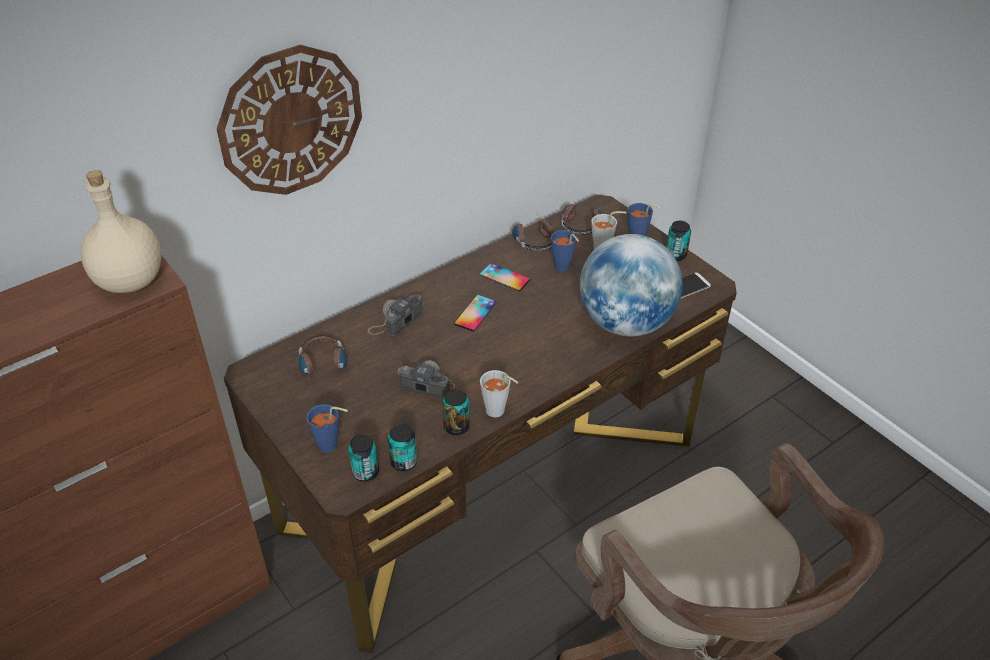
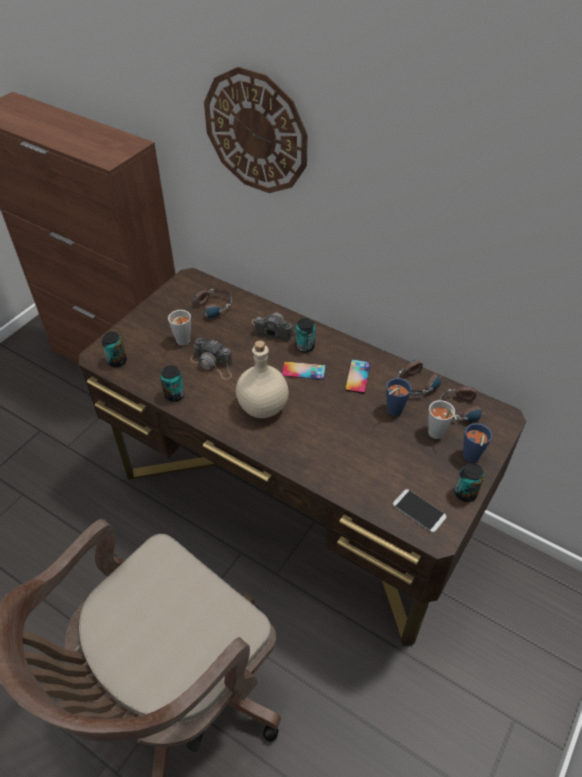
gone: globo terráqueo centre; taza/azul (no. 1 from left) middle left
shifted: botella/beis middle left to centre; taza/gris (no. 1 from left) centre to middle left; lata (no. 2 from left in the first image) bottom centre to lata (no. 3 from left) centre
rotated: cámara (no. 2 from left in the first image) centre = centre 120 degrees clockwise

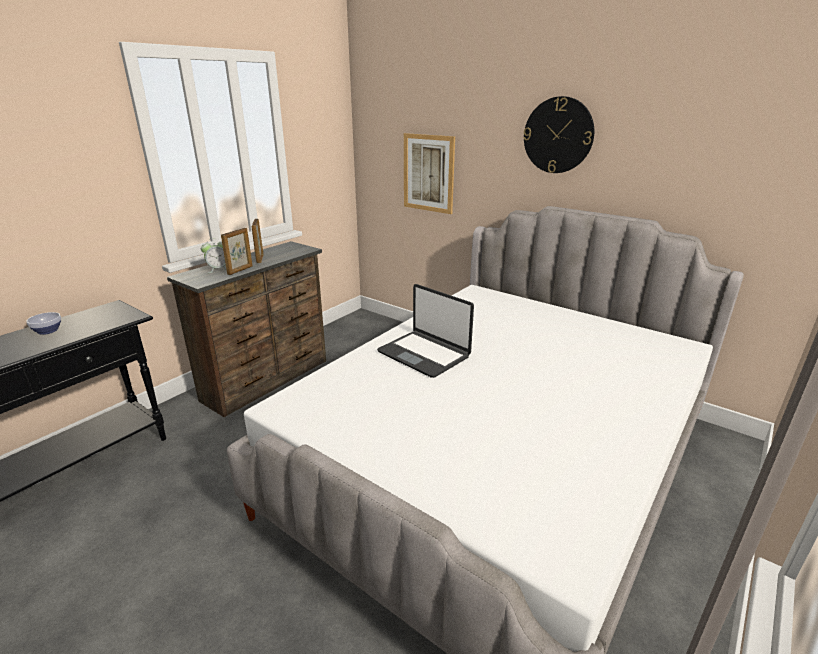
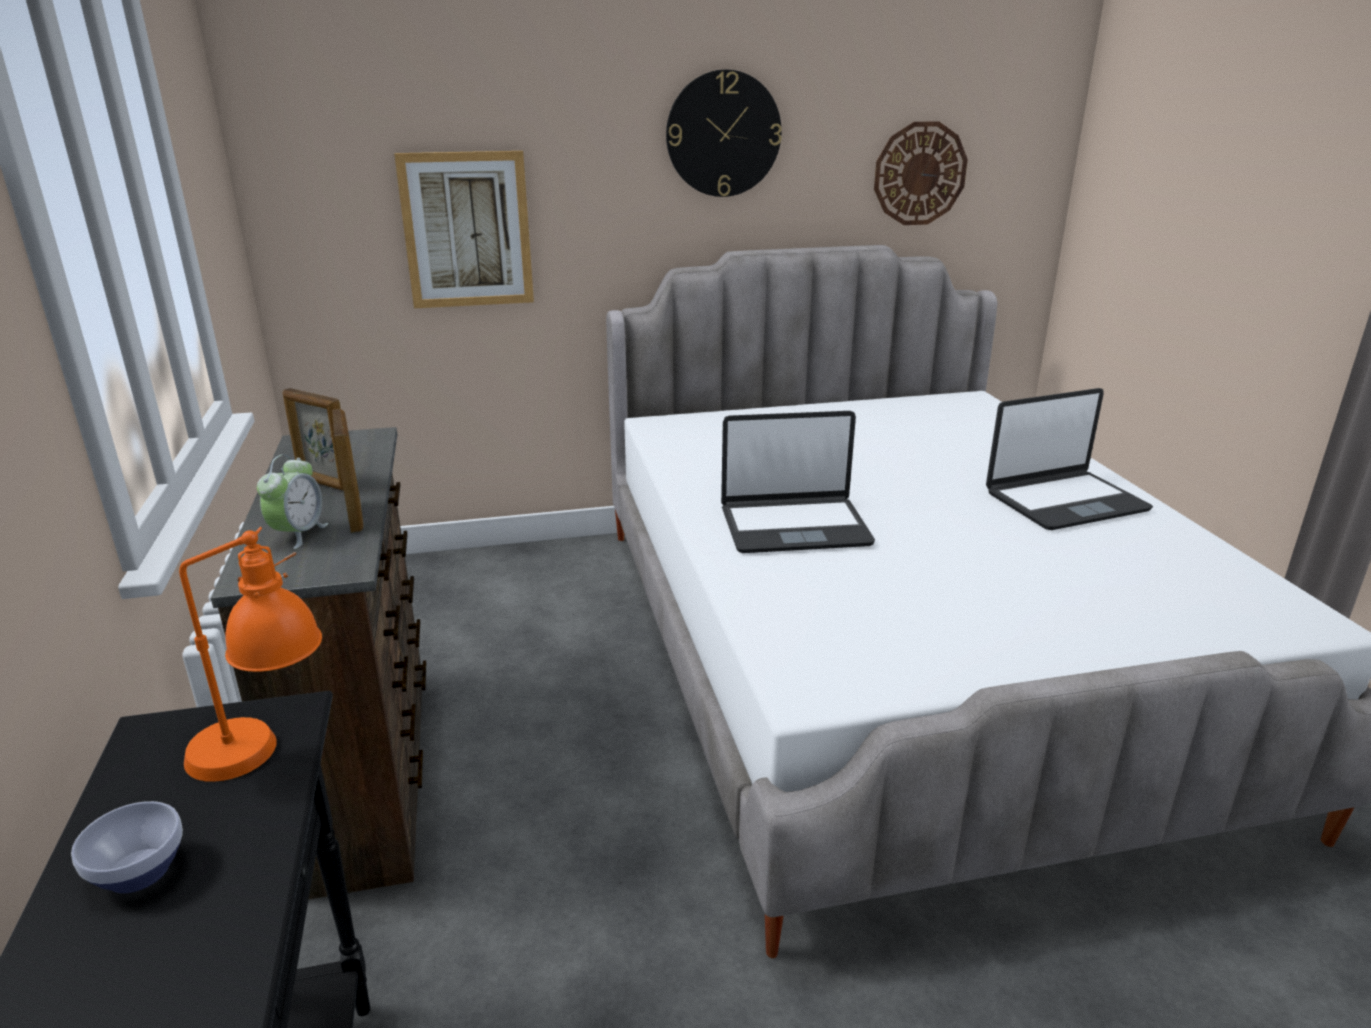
new: reloj de pared (no. 2 from left) top right; portátil (no. 2 from left) middle right; lámpara de mesa/naranja middle left

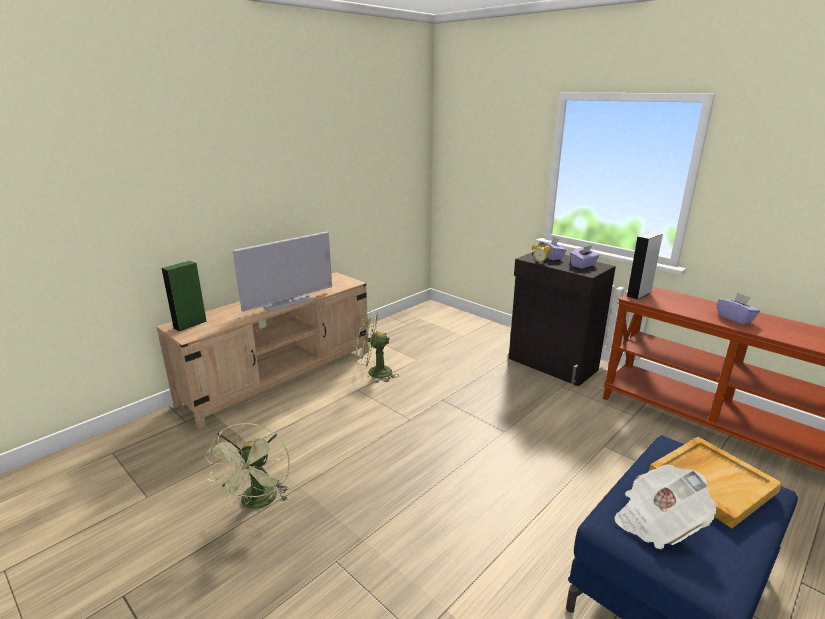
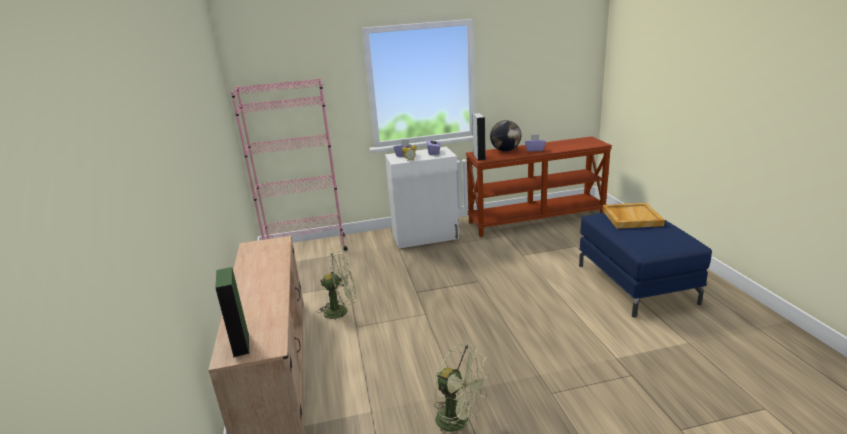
gone: televisor centre; periódico bottom right
new: estantería/rosa centre; globo terráqueo top centre
repainted: armario/negro middle right to armario/blanco centre
rotated: ventilador/verde (no. 2 from left in the first image) centre = centre 135 degrees counterclockwise

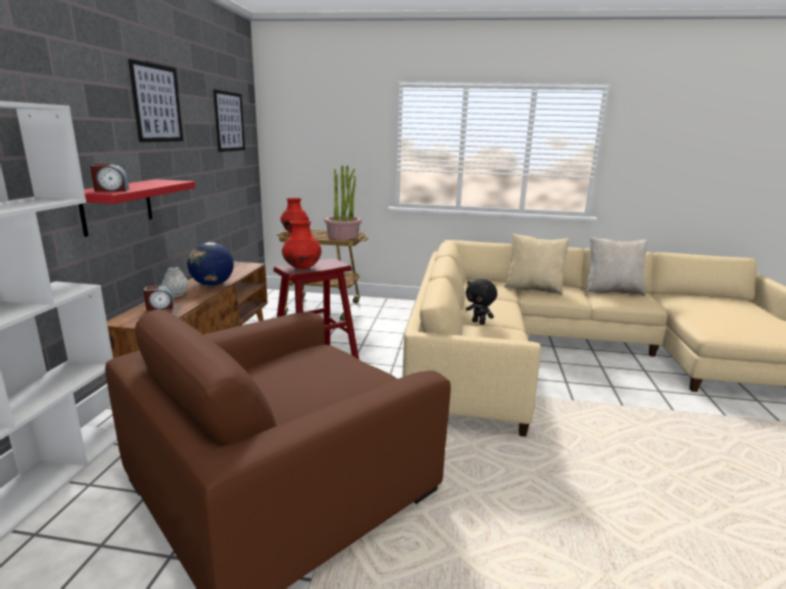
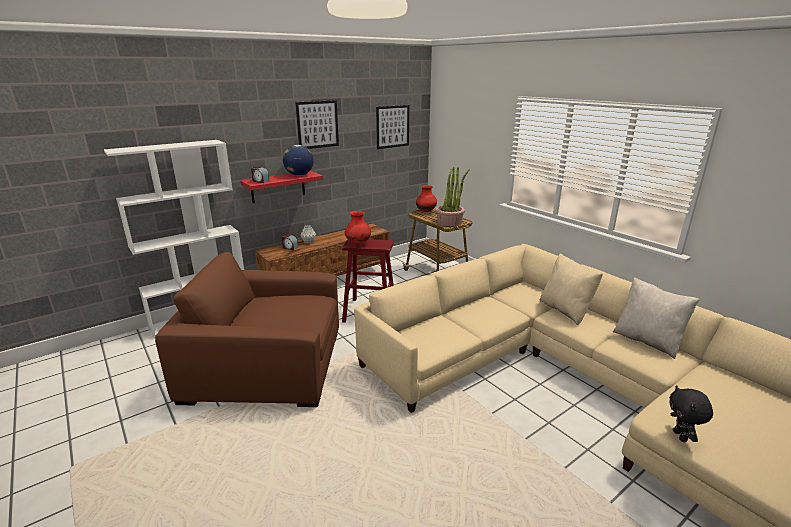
shifted: globo terráqueo middle left to top centre; peluche/negro centre to bottom right

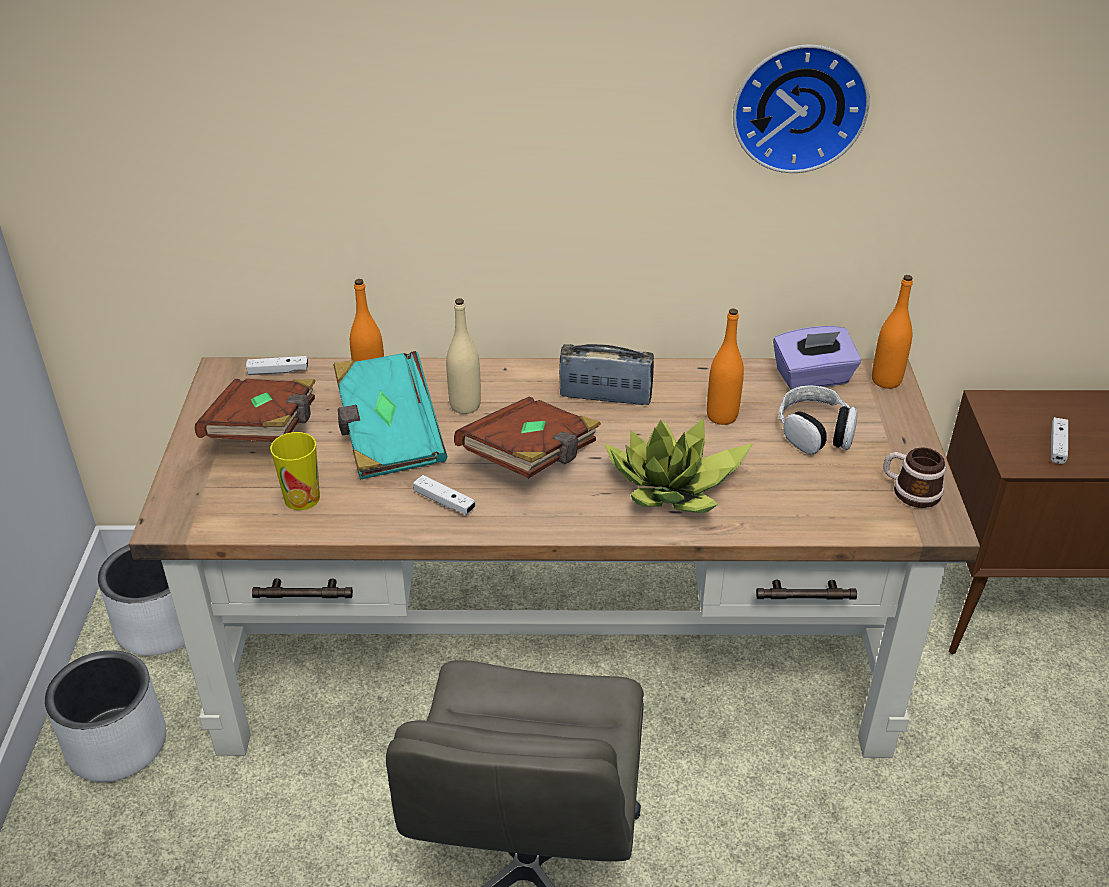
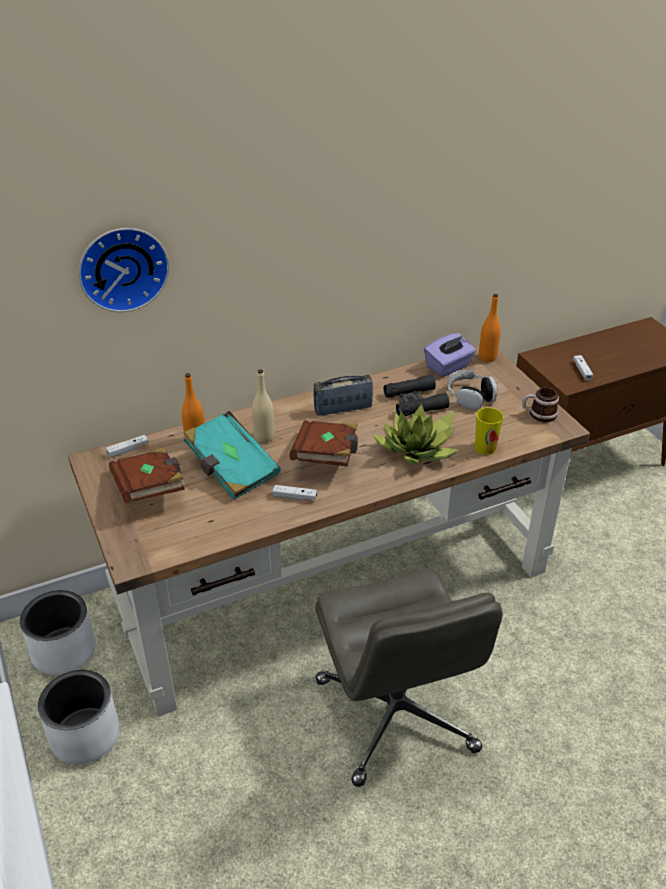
shifted: reloj de pared top right to top left; taza middle left to middle right
swapped: botella/naranja (no. 2 from left) centre to prismáticos/negro centre

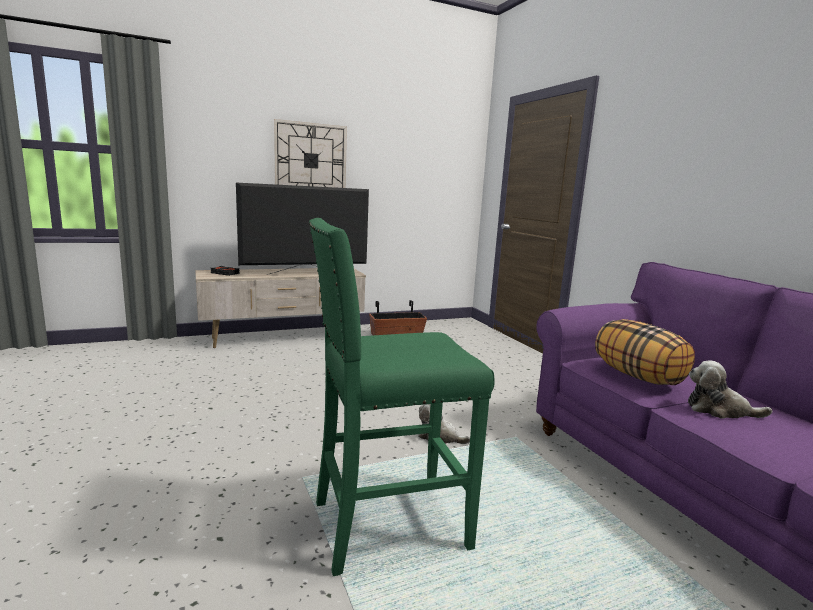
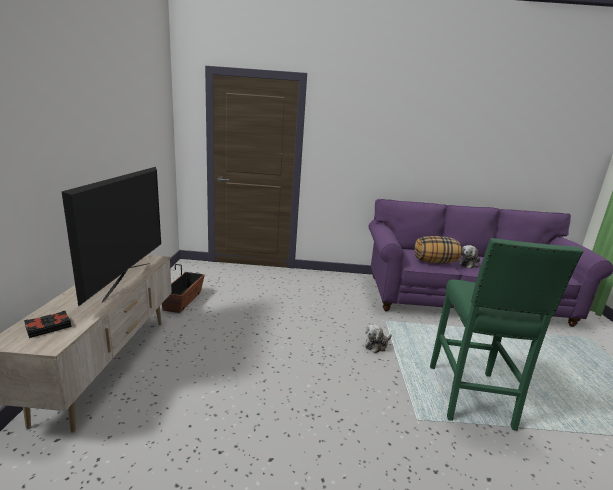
gone: reloj de pared top centre

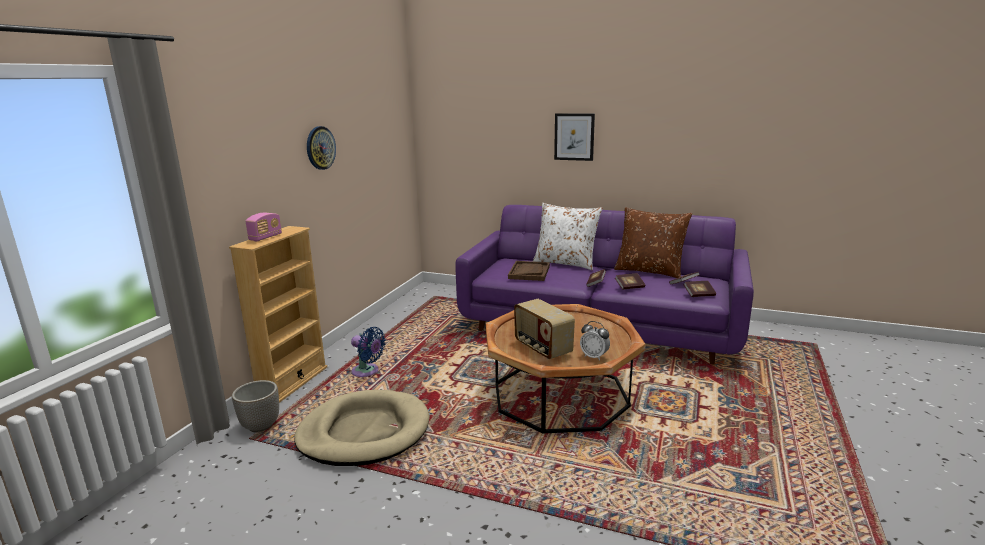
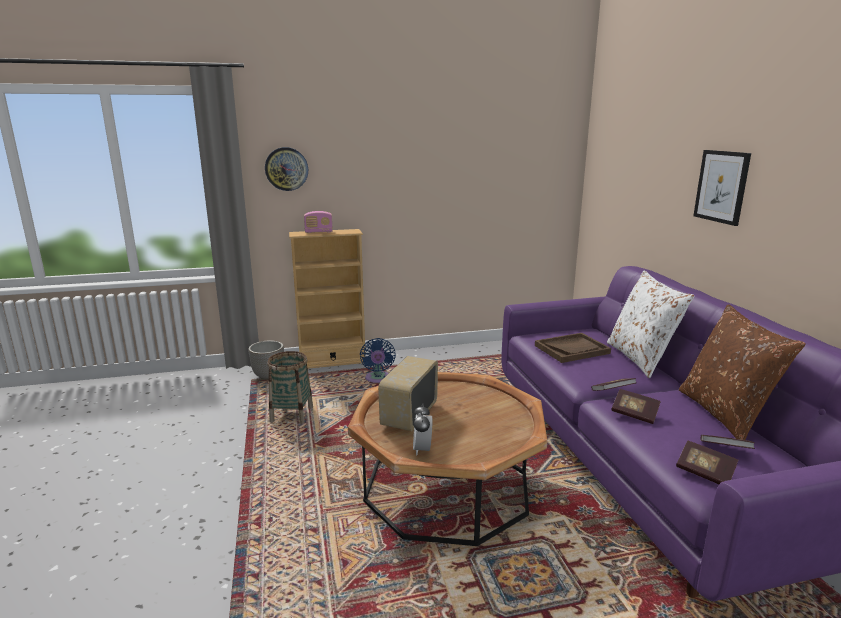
shifted: reloj de pared top left to top centre
swapped: cama para perro/beis bottom centre to cesta centre

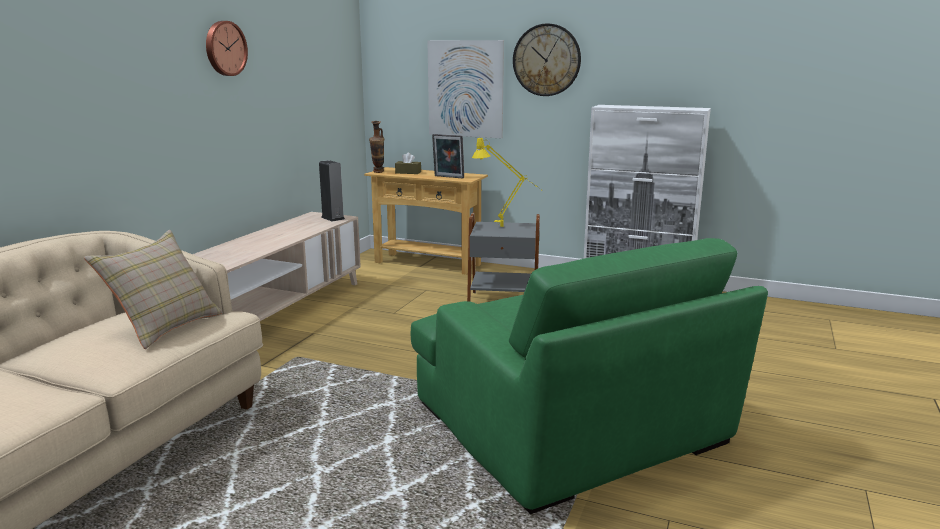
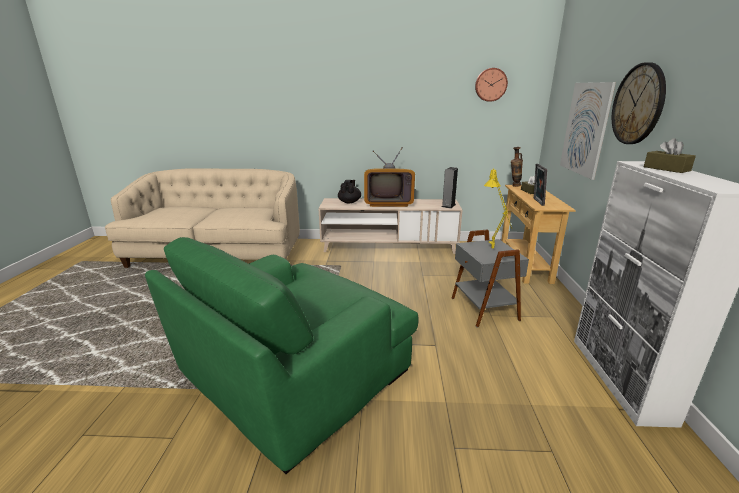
gone: cojín/beis middle left
new: caja de pañuelos/marrón (no. 2 from left) top right; televisor centre; tetera/negro centre
shifted: reloj de pared (no. 1 from left) top left to top centre

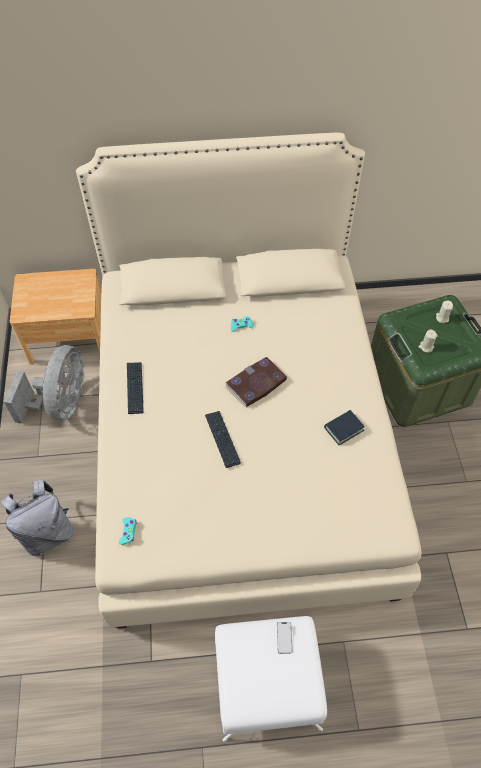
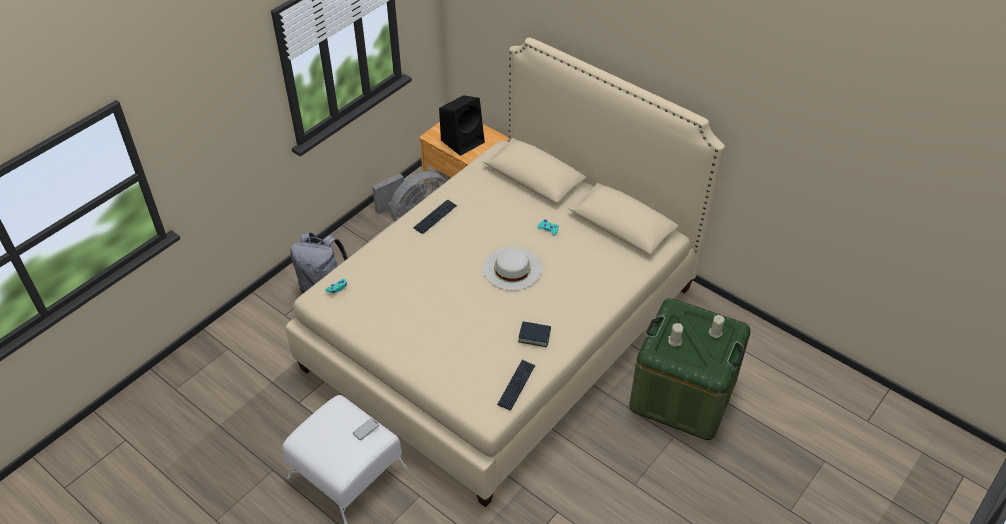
new: altavoz/negro top centre
shifted: teclado (no. 2 from left) centre to bottom centre
swapped: libro (no. 1 from left) centre to sombrero/blanco centre

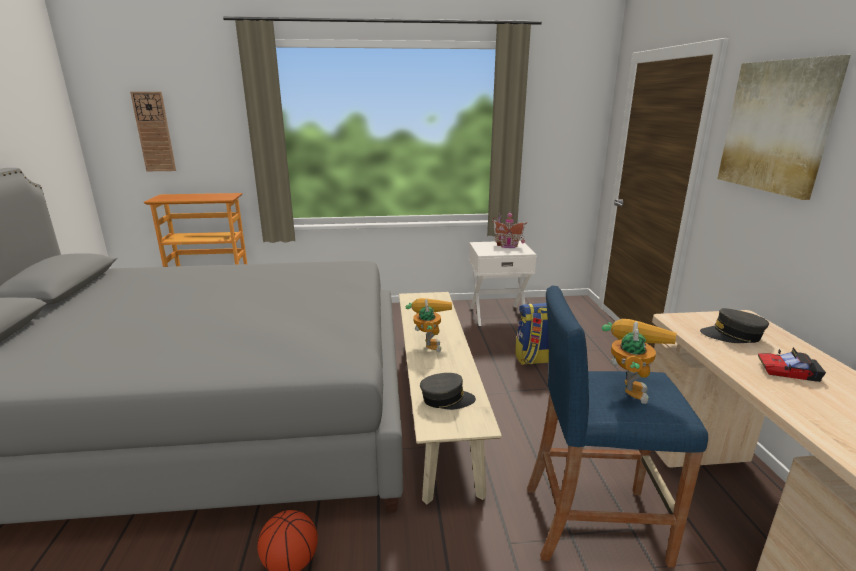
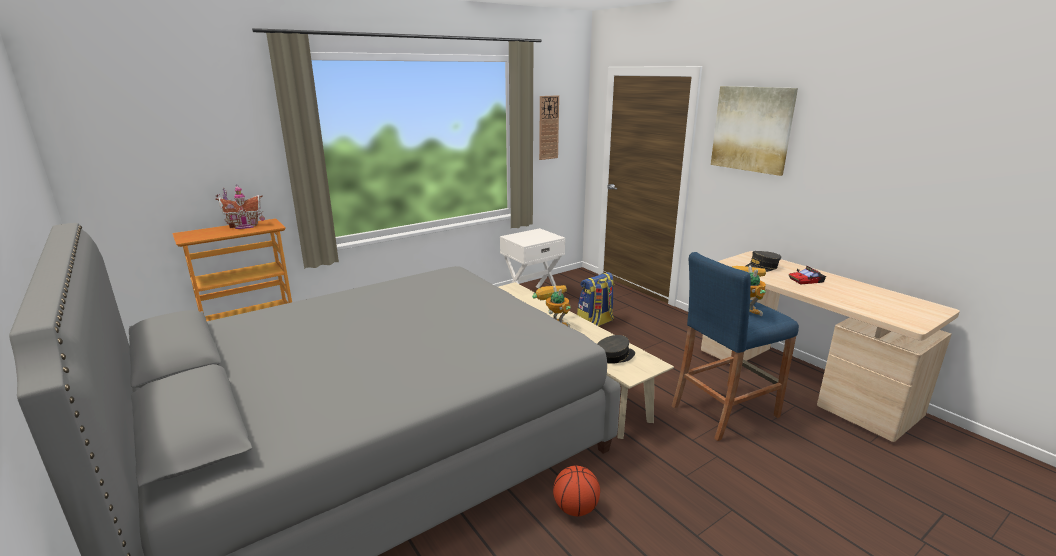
shifted: reloj de pared top left to top centre; casita centre to middle left

